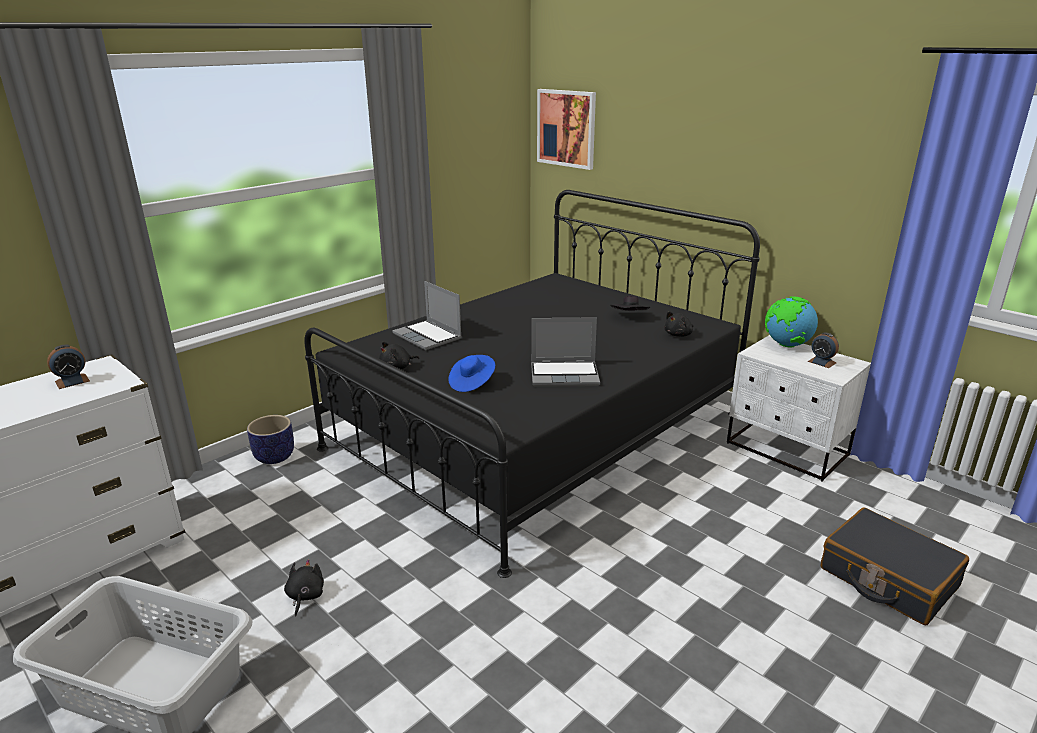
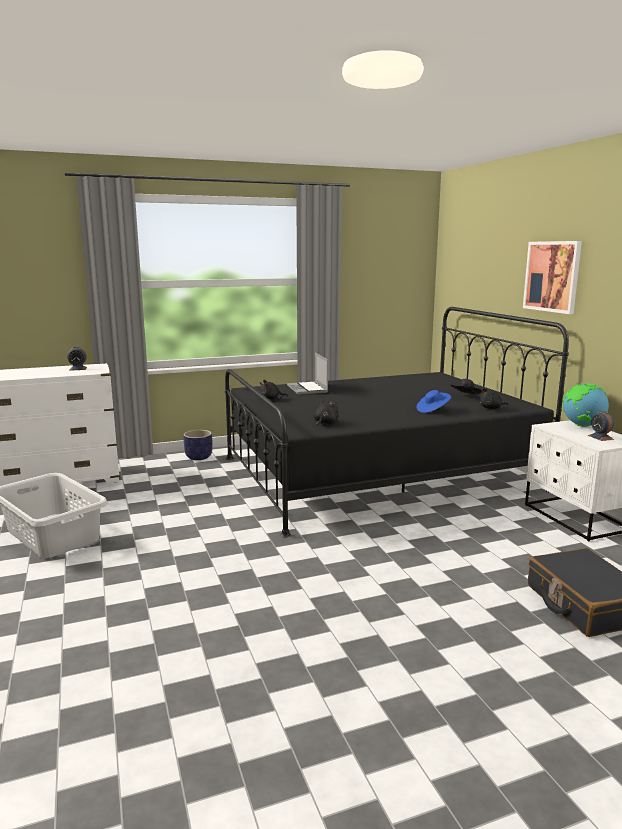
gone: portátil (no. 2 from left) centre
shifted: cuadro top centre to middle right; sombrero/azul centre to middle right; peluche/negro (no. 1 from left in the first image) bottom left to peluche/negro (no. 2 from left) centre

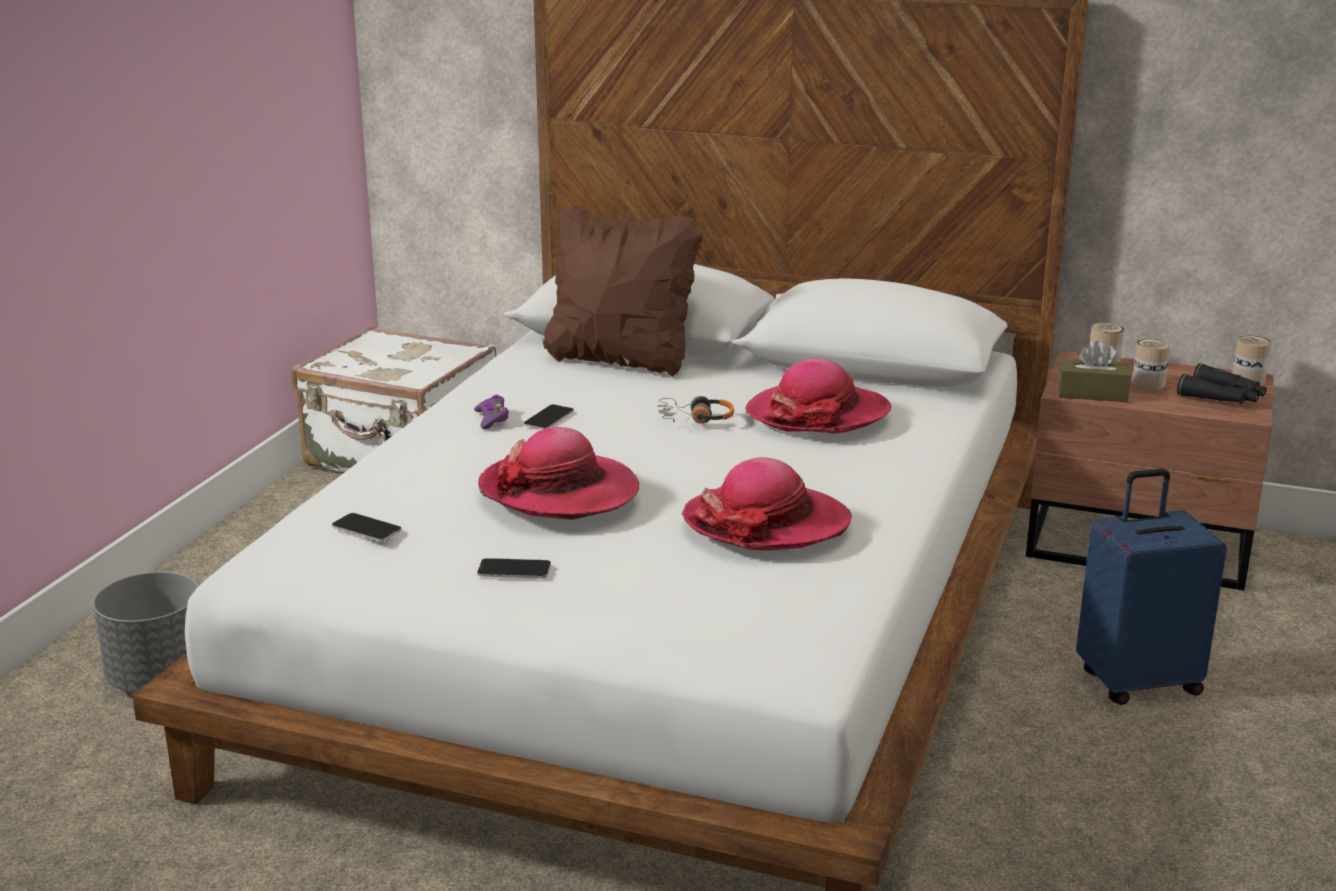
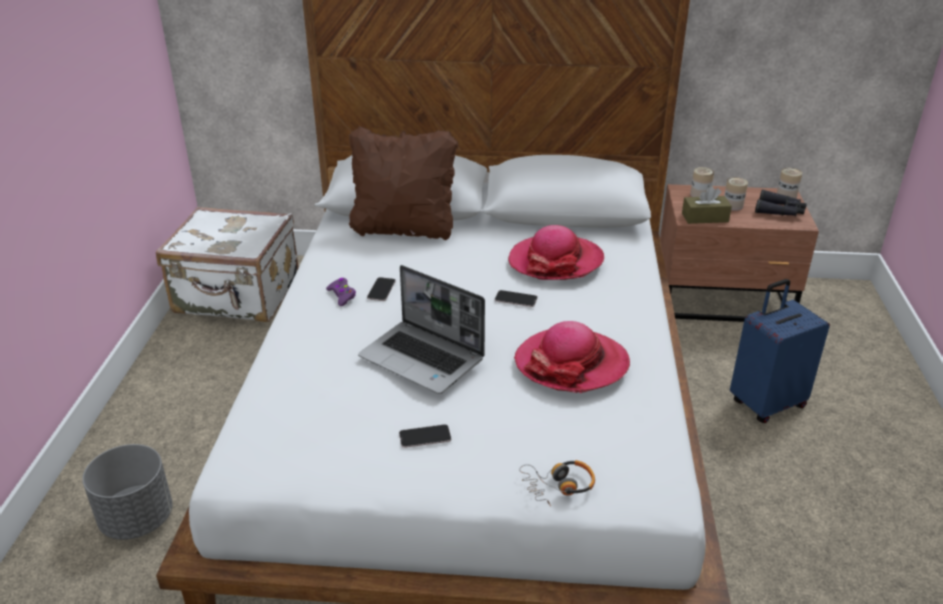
shifted: auriculares centre to bottom centre; móvil (no. 1 from left in the first image) middle left to móvil (no. 3 from left) centre
swapped: sombrero (no. 1 from left) centre to portátil centre

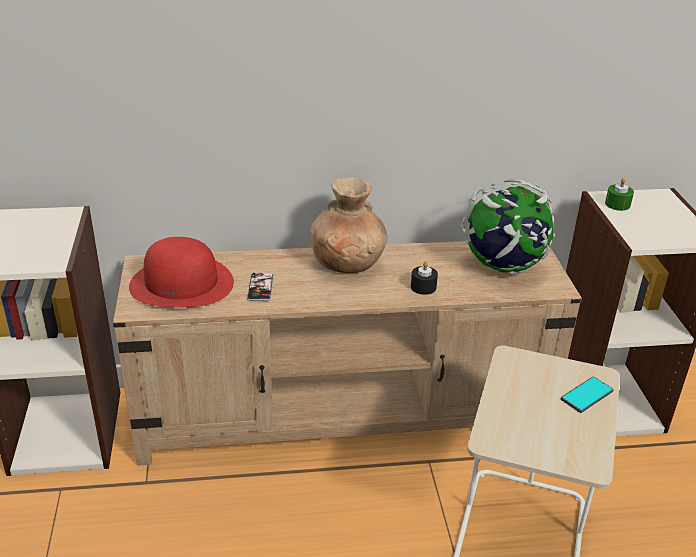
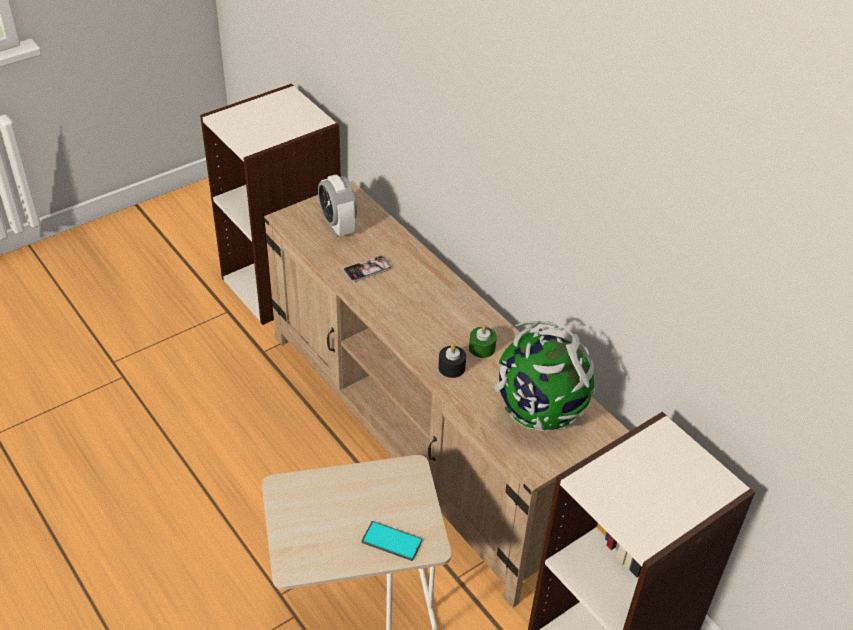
gone: florero/marrón centre
shifted: vela/verde middle right to centre
swapped: sombrero/rojo middle left to despertador top centre

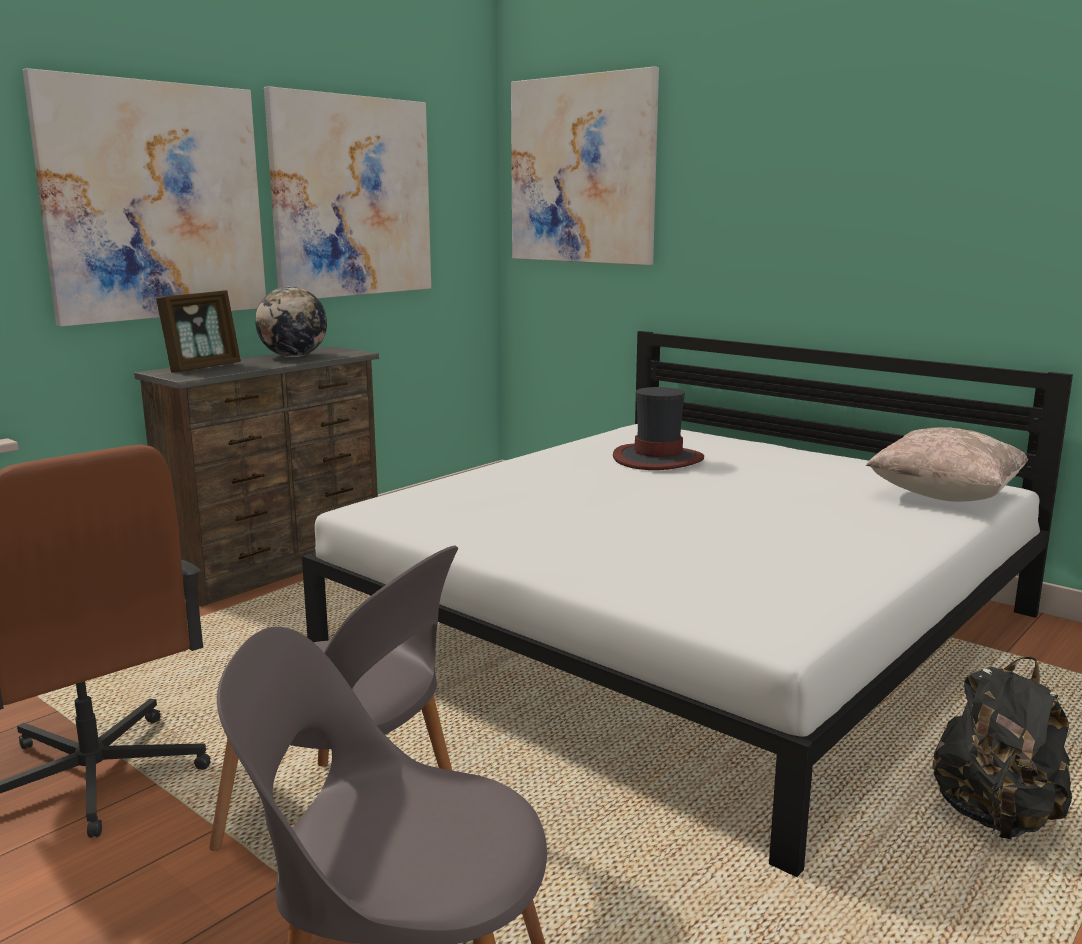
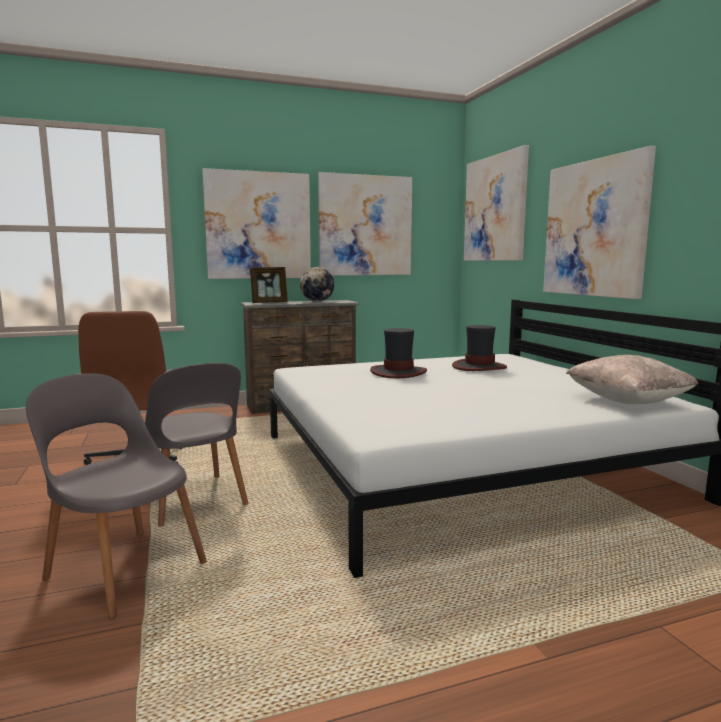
gone: mochila/negro bottom right
new: cuadro (no. 4 from left) top right; sombrero (no. 1 from left) centre

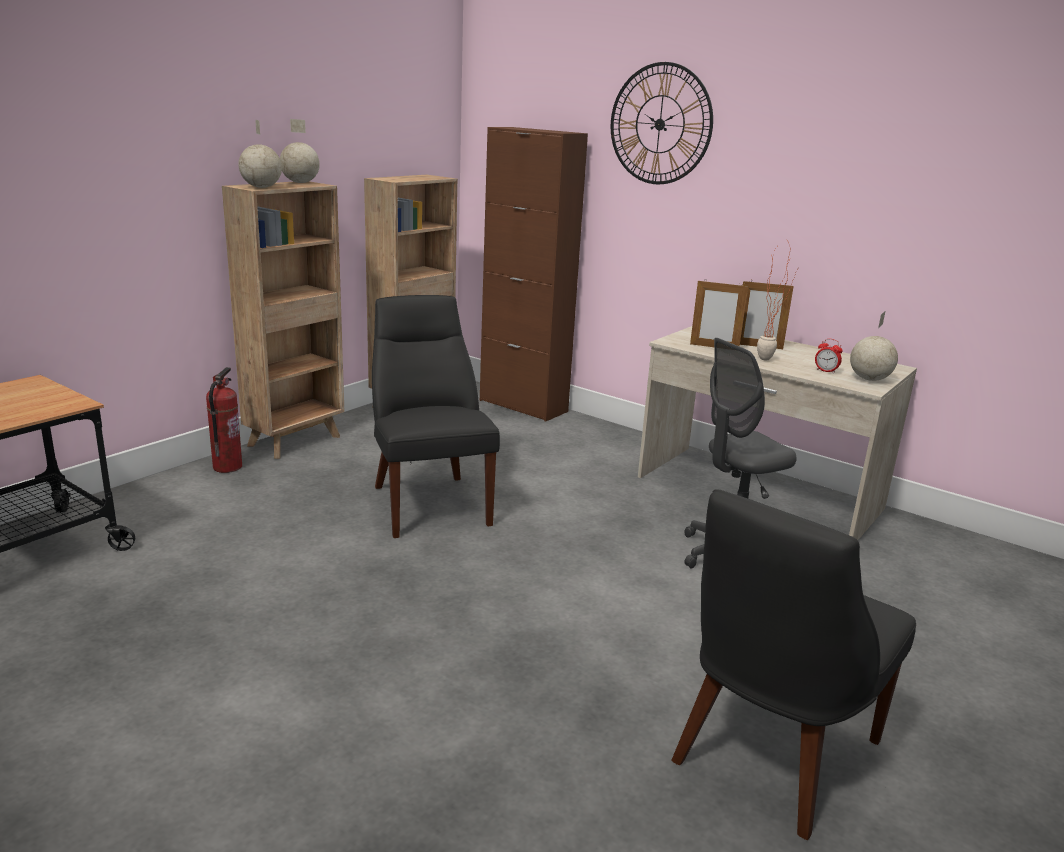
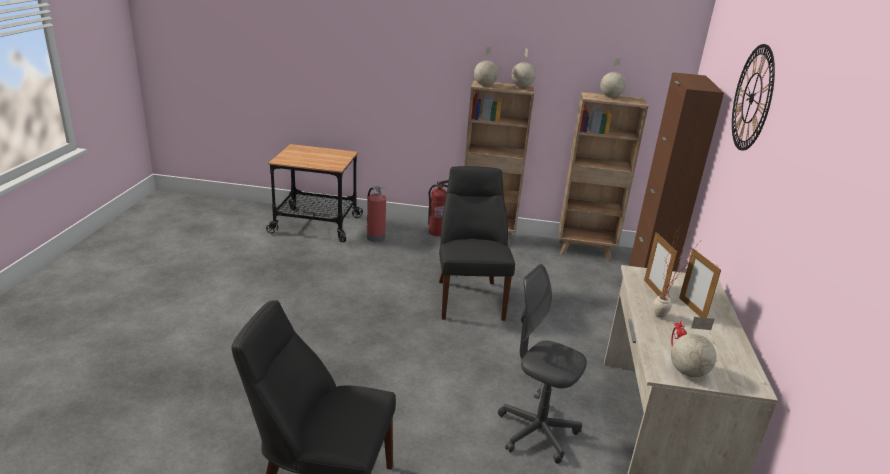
new: globo terráqueo (no. 3 from left) top right; extintor (no. 1 from left) centre
rotated: silla/negro (no. 1 from left in the first image) centre = centre 45 degrees counterclockwise

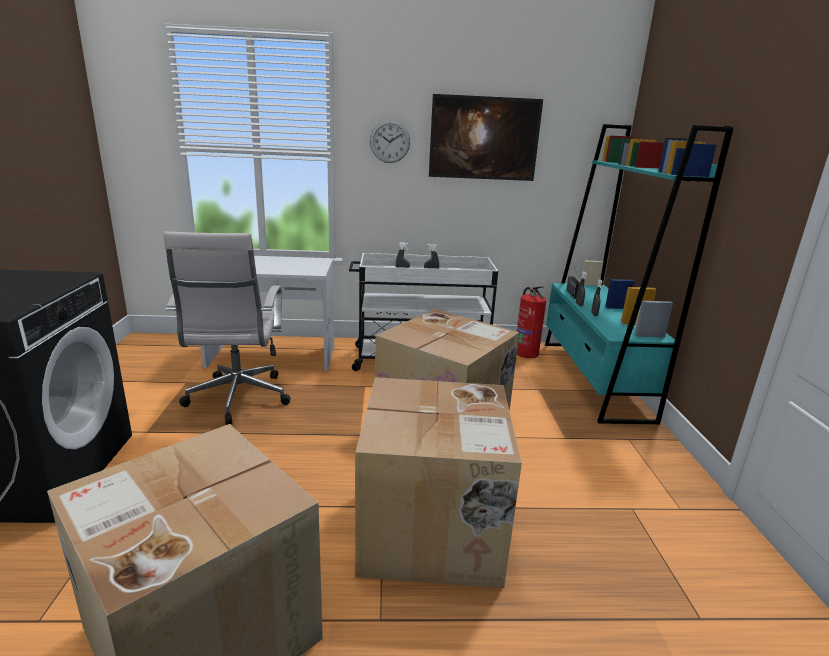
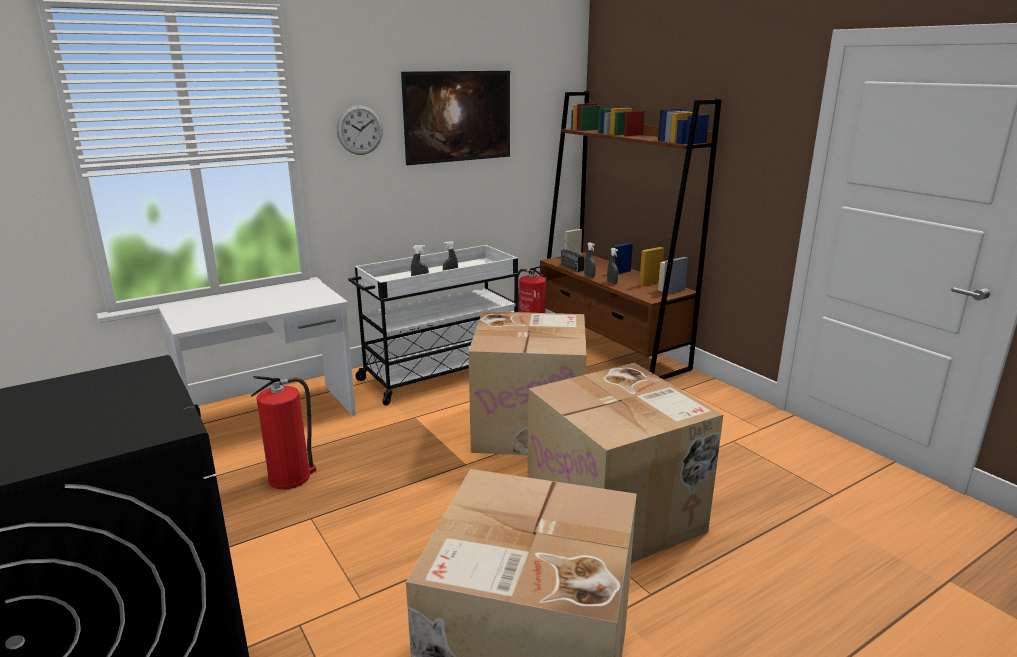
swapped: silla de oficina/blanco middle left to extintor (no. 1 from left) middle left
repainted: estantería/turquesa middle right to estantería/marrón centre

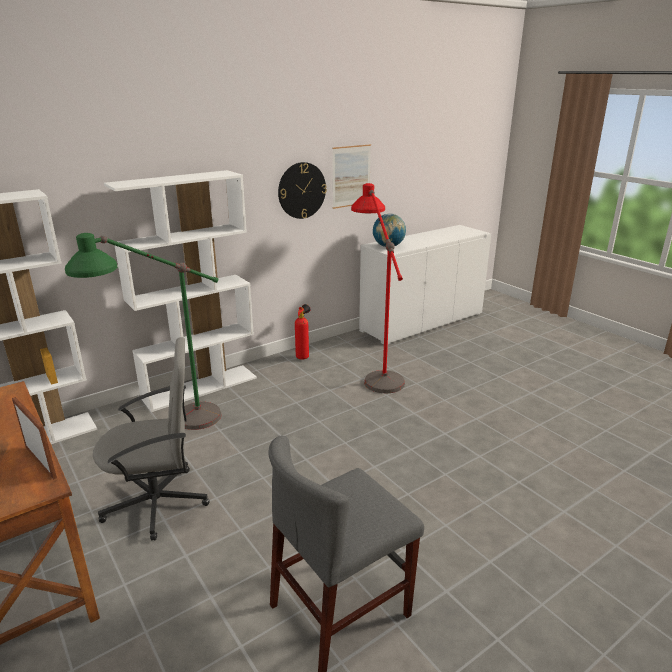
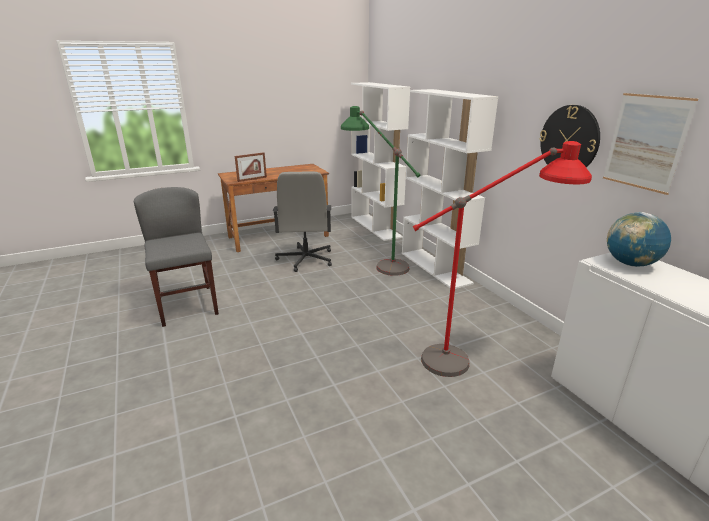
gone: extintor centre

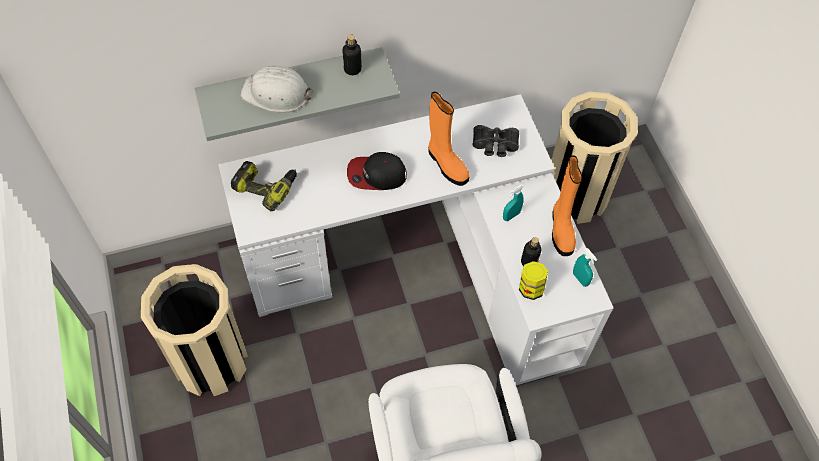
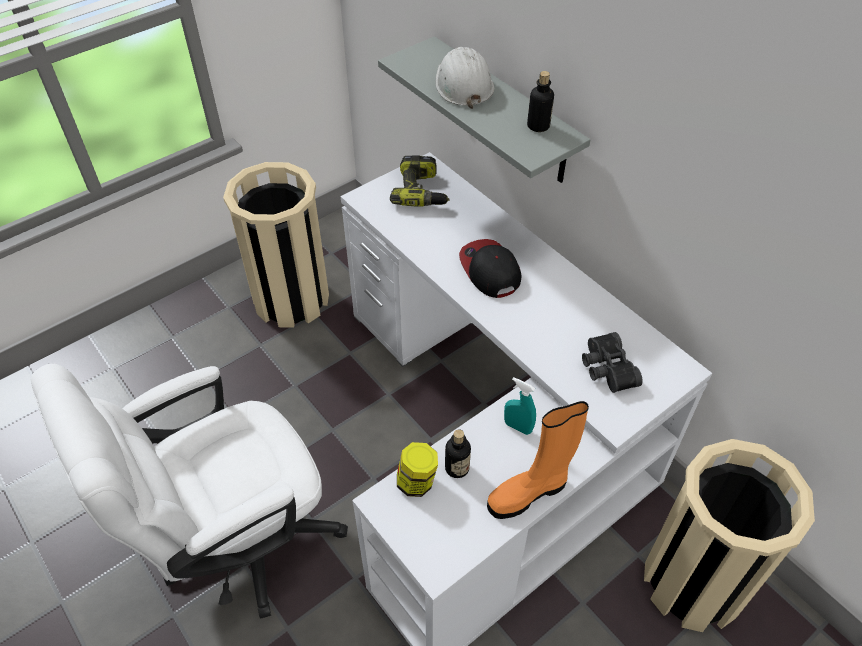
gone: bota/naranja (no. 1 from left) top centre; pulverizador/turquesa (no. 2 from left) middle right

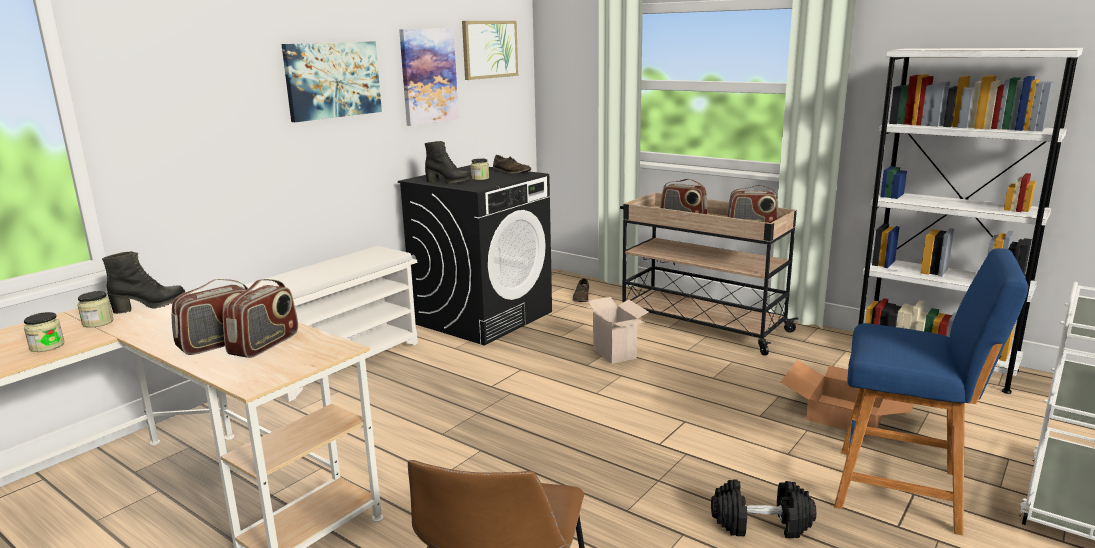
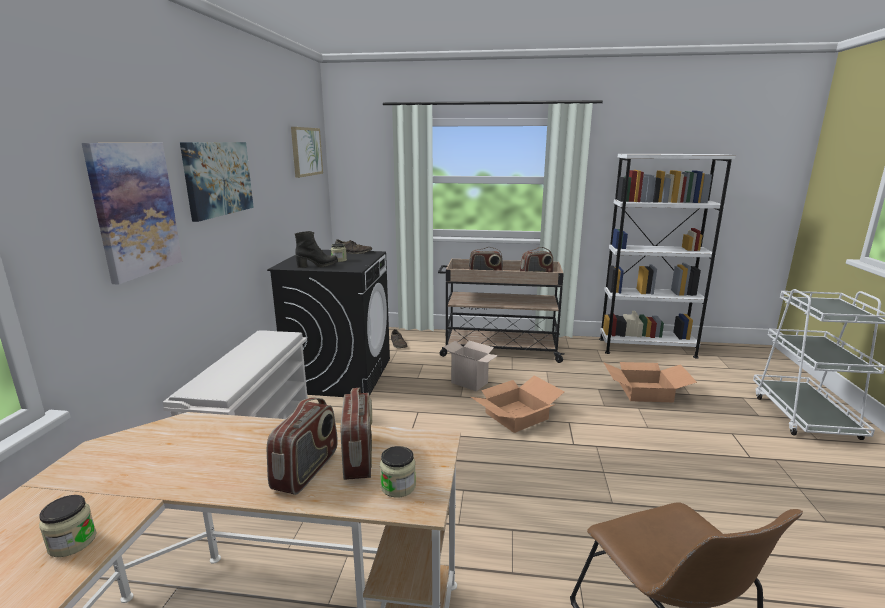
gone: taburete/azul bottom right; bota/negro (no. 1 from left) middle left; mancuerna/negro bottom right
new: caja de cartón (no. 2 from left) centre
shifted: cuadro (no. 2 from left in the first image) top centre to cuadro (no. 1 from left) middle left; tarro (no. 2 from left in the first image) middle left to tarro (no. 3 from left) bottom centre

